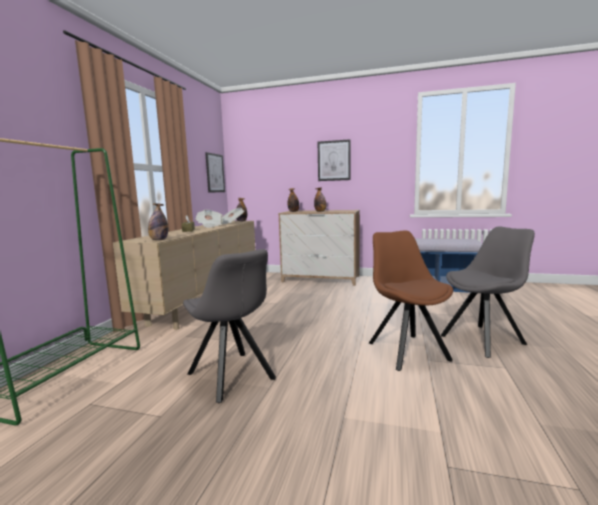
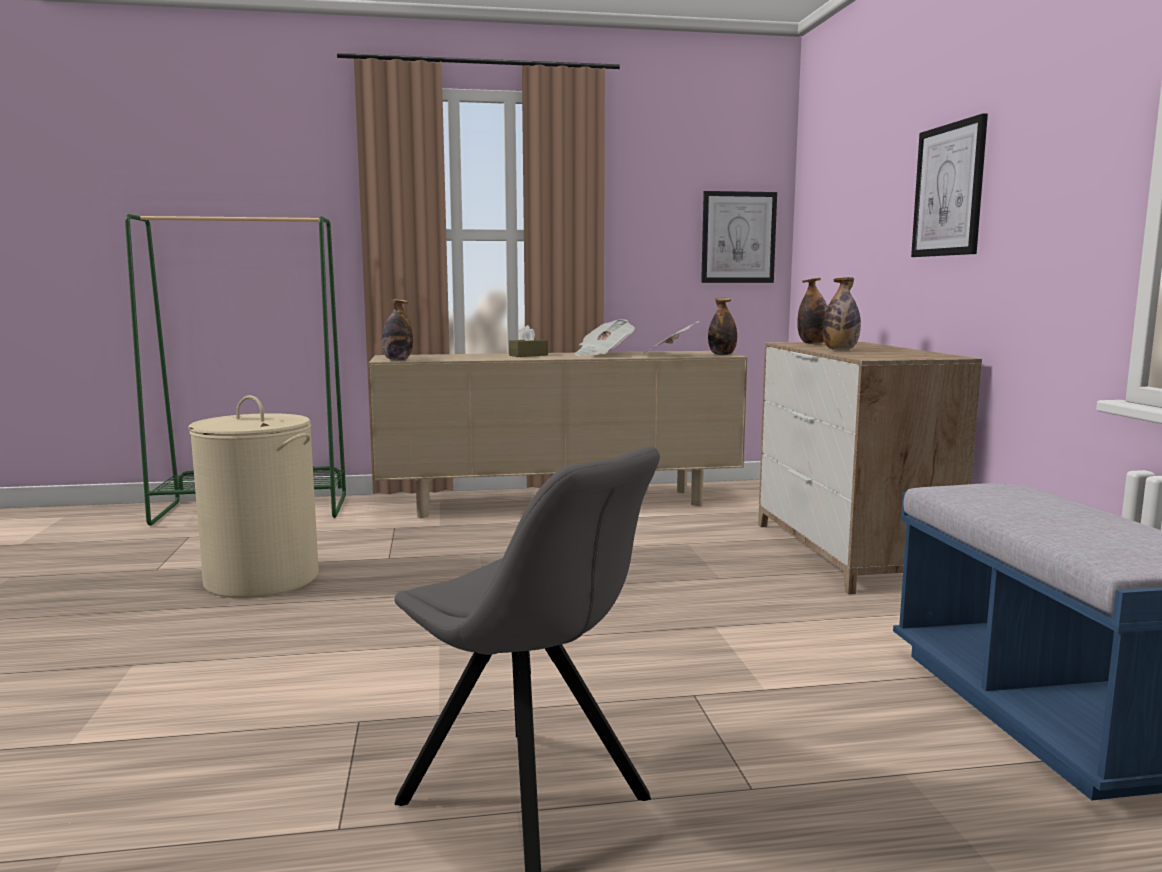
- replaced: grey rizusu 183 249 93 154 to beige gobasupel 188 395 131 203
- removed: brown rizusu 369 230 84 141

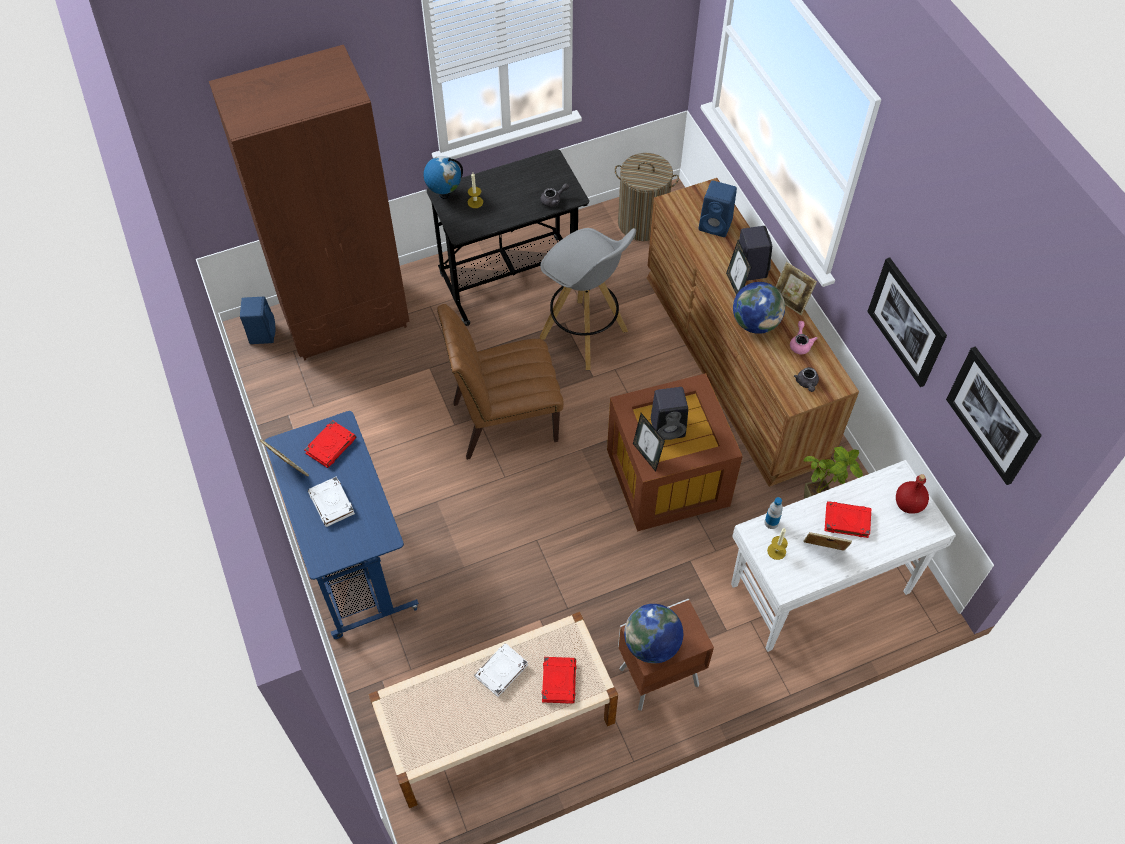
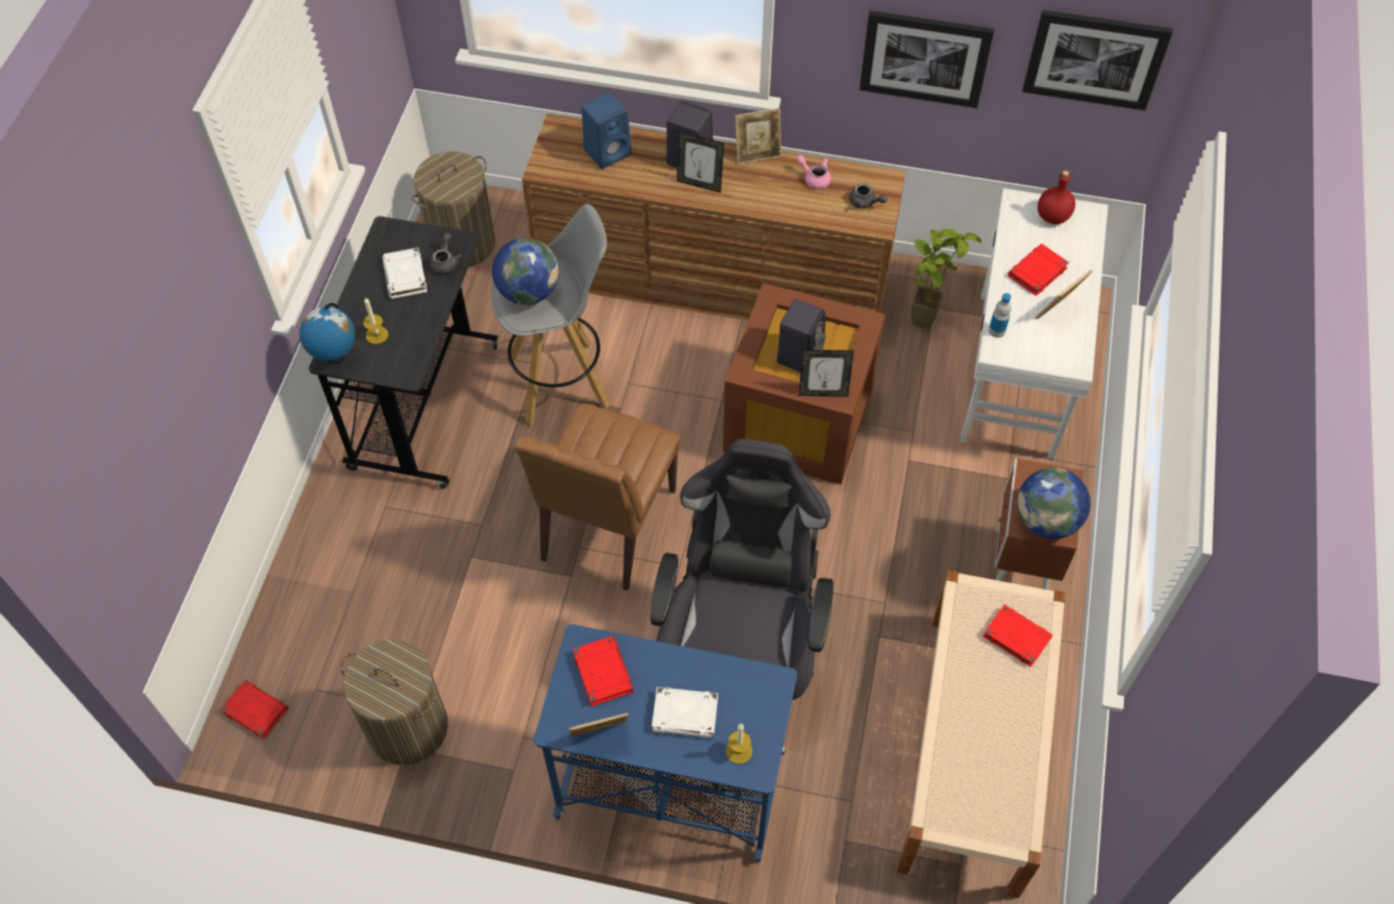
- removed: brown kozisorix 209 45 201 316
- replaced: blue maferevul 240 297 35 47 to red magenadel 220 680 68 59
- moved: white magenadel 474 643 54 54 to 382 247 45 52
- moved: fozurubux 733 282 52 52 to 492 238 67 67
- moved: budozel 767 528 21 32 to 726 724 27 40
- added: gobasupel 340 640 108 125
- added: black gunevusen 650 439 183 261

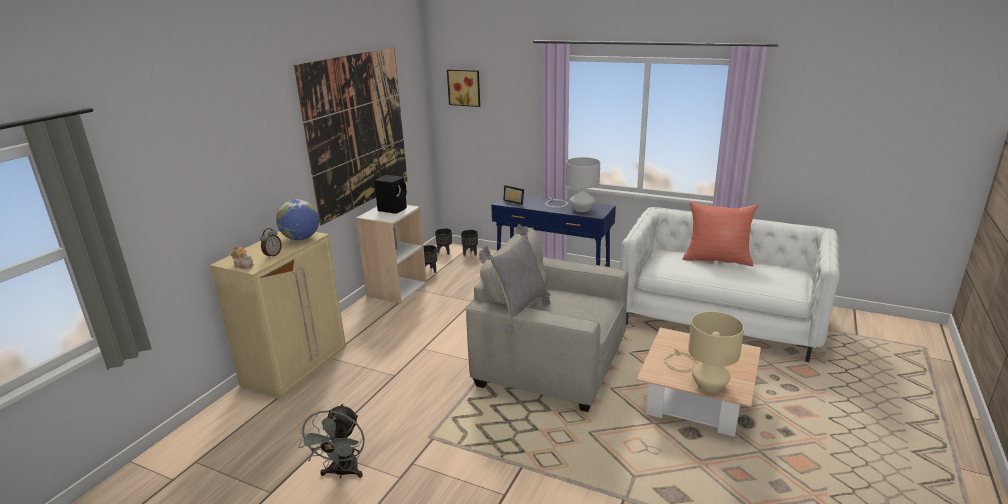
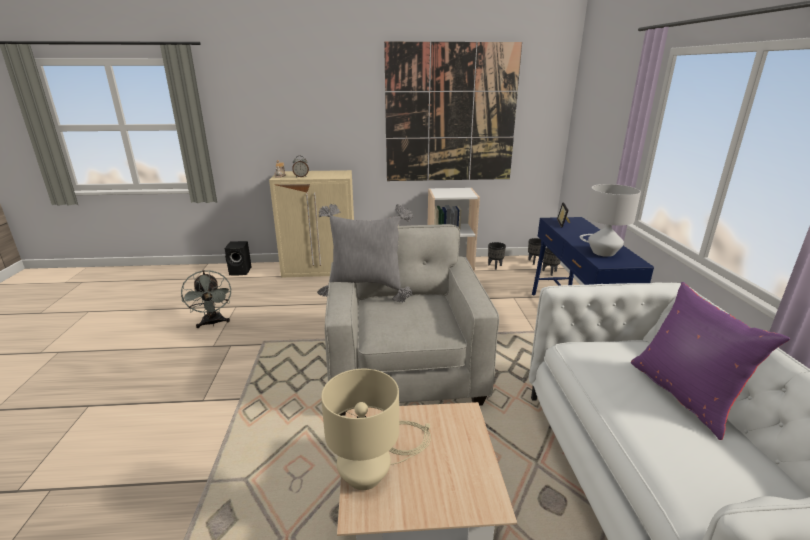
- removed: fozurubux 276 199 43 41
- turned: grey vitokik 298 403 67 76 = 181 270 50 58 90 degrees counterclockwise
- moved: black maferevul 374 175 33 39 to 224 241 28 34
- removed: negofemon 447 69 33 38
- recoloured: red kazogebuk 682 202 76 65 to purple kazogebuk 631 282 159 158

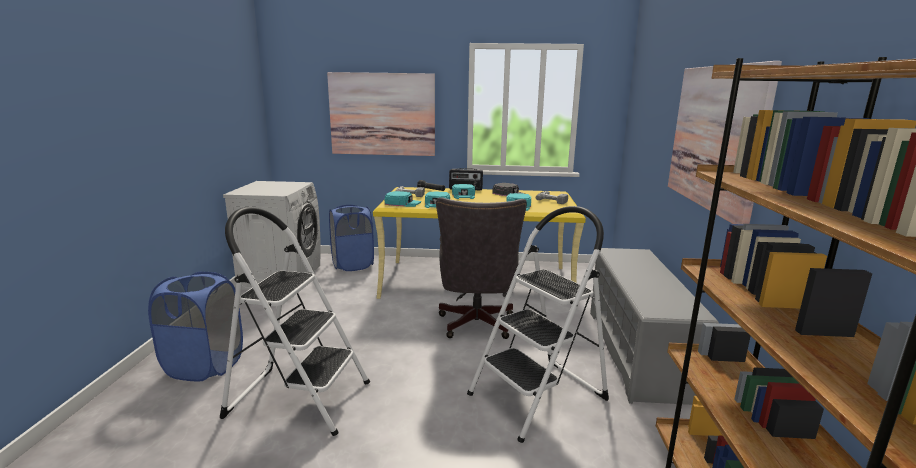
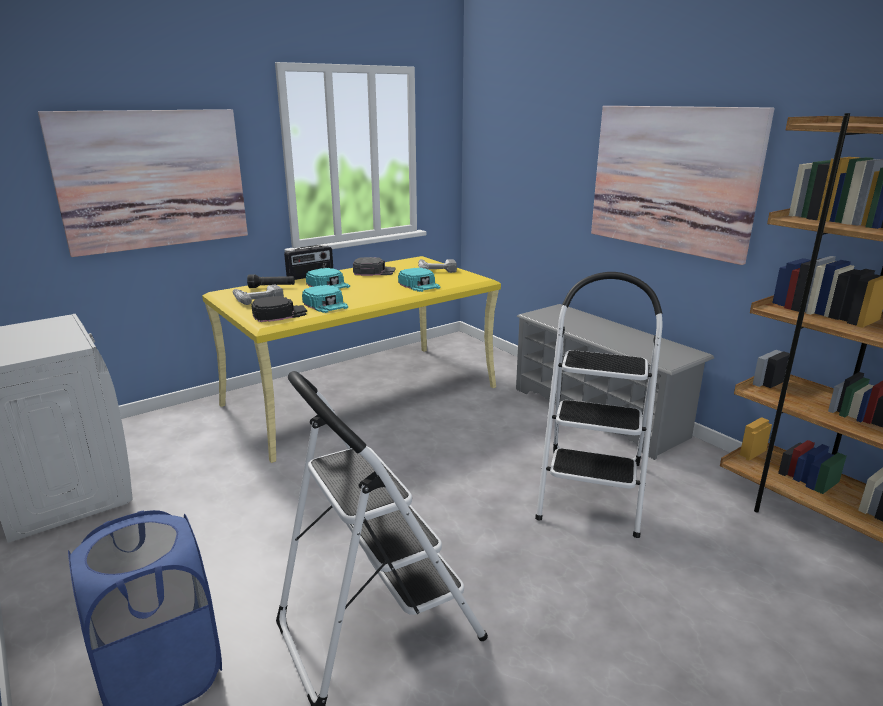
- removed: blue gobasupel 329 204 45 67
- recoloured: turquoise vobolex 385 191 36 16 to black vobolex 251 296 56 26
- removed: grey gunevusen 436 197 91 142

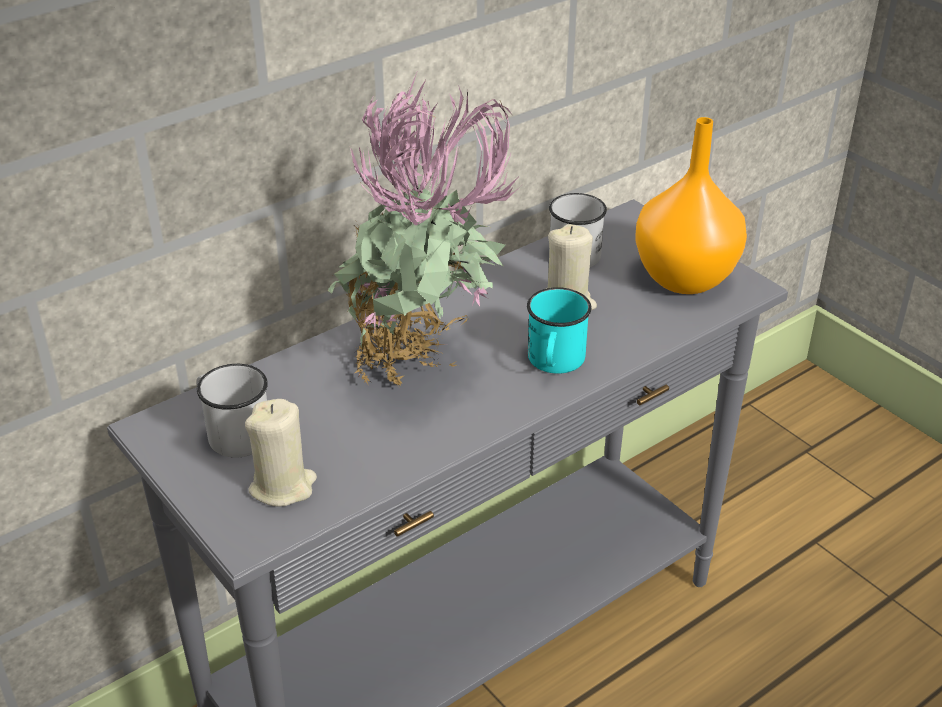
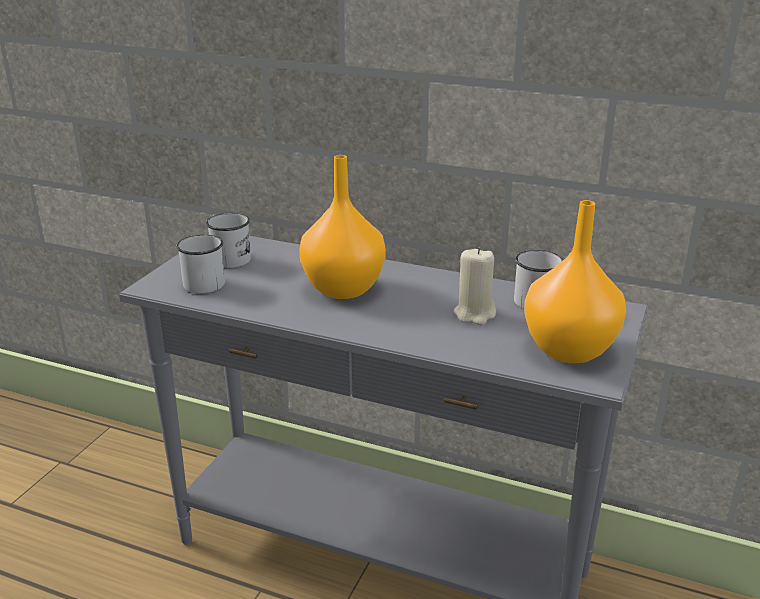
- replaced: beige budozel 245 399 72 108 to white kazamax 176 234 49 60
- replaced: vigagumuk 328 70 193 317 to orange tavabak 299 155 87 144
- removed: turquoise kazamax 527 287 65 87

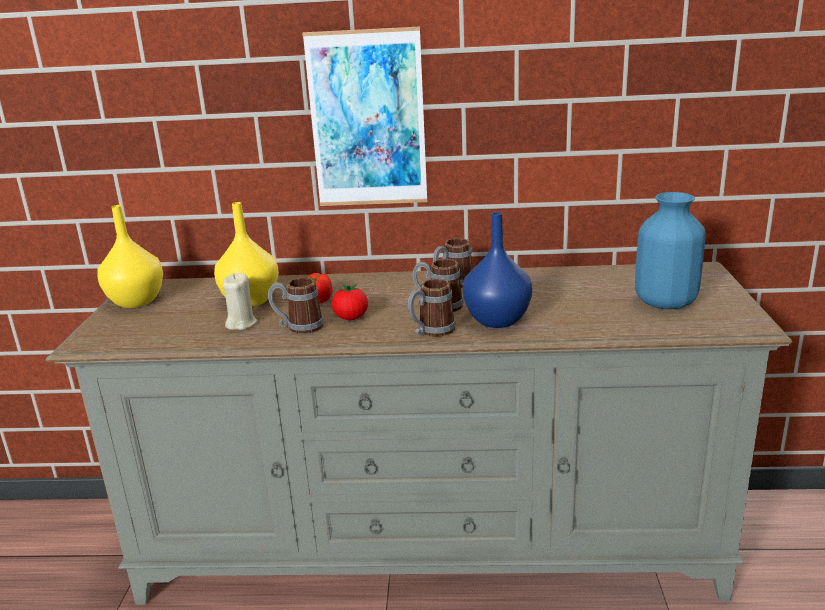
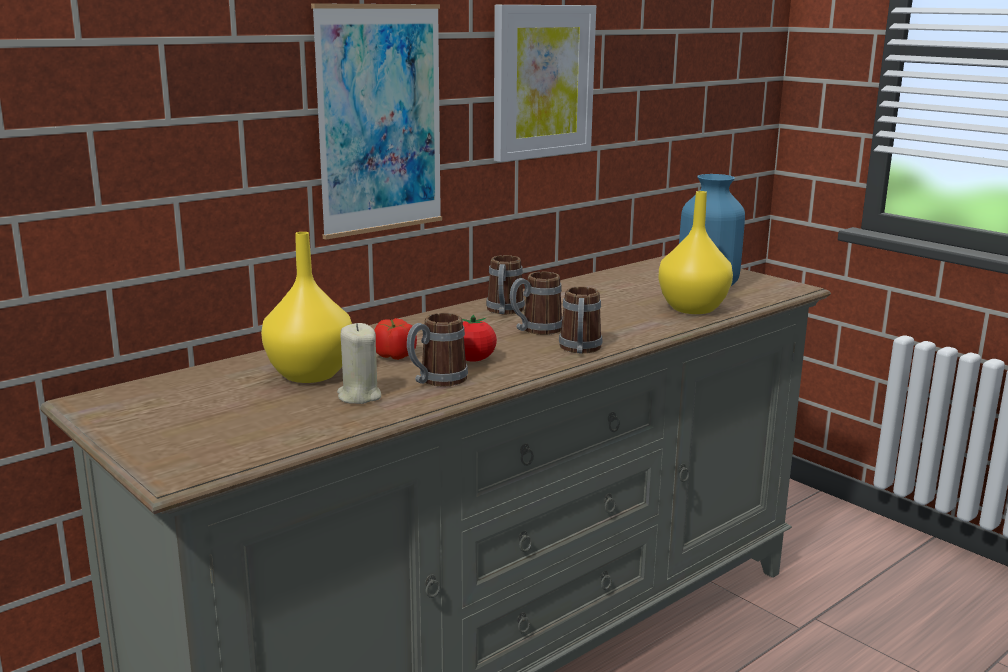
- moved: yellow tavabak 97 205 66 103 to 659 191 74 123
- removed: blue tavabak 463 212 69 116
- added: negofemon 494 5 102 157

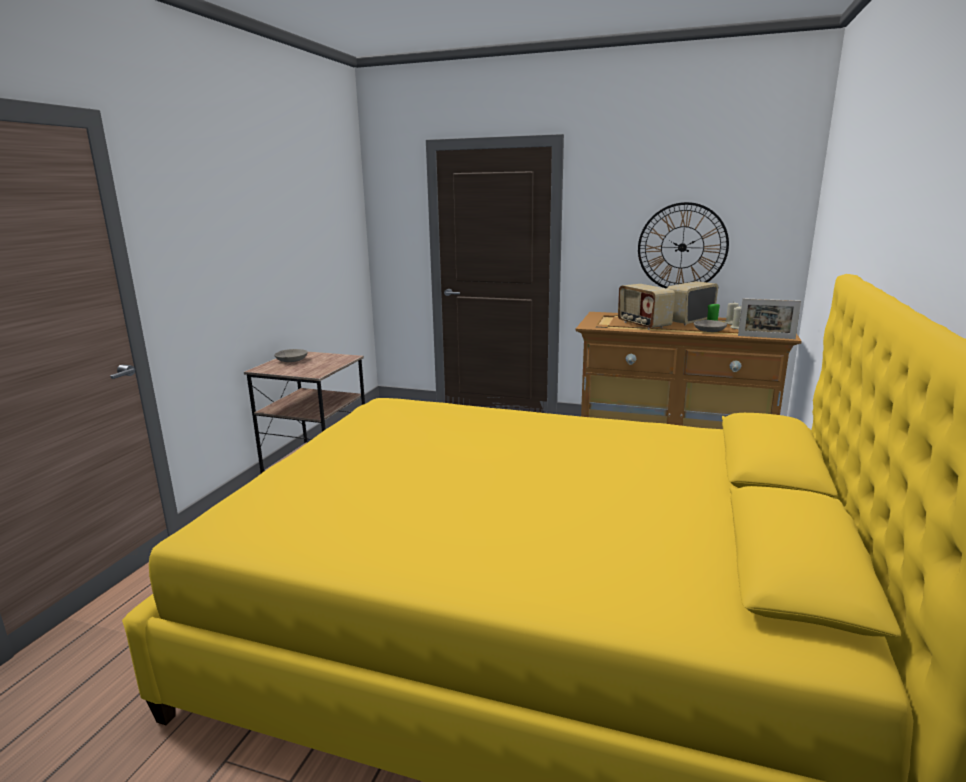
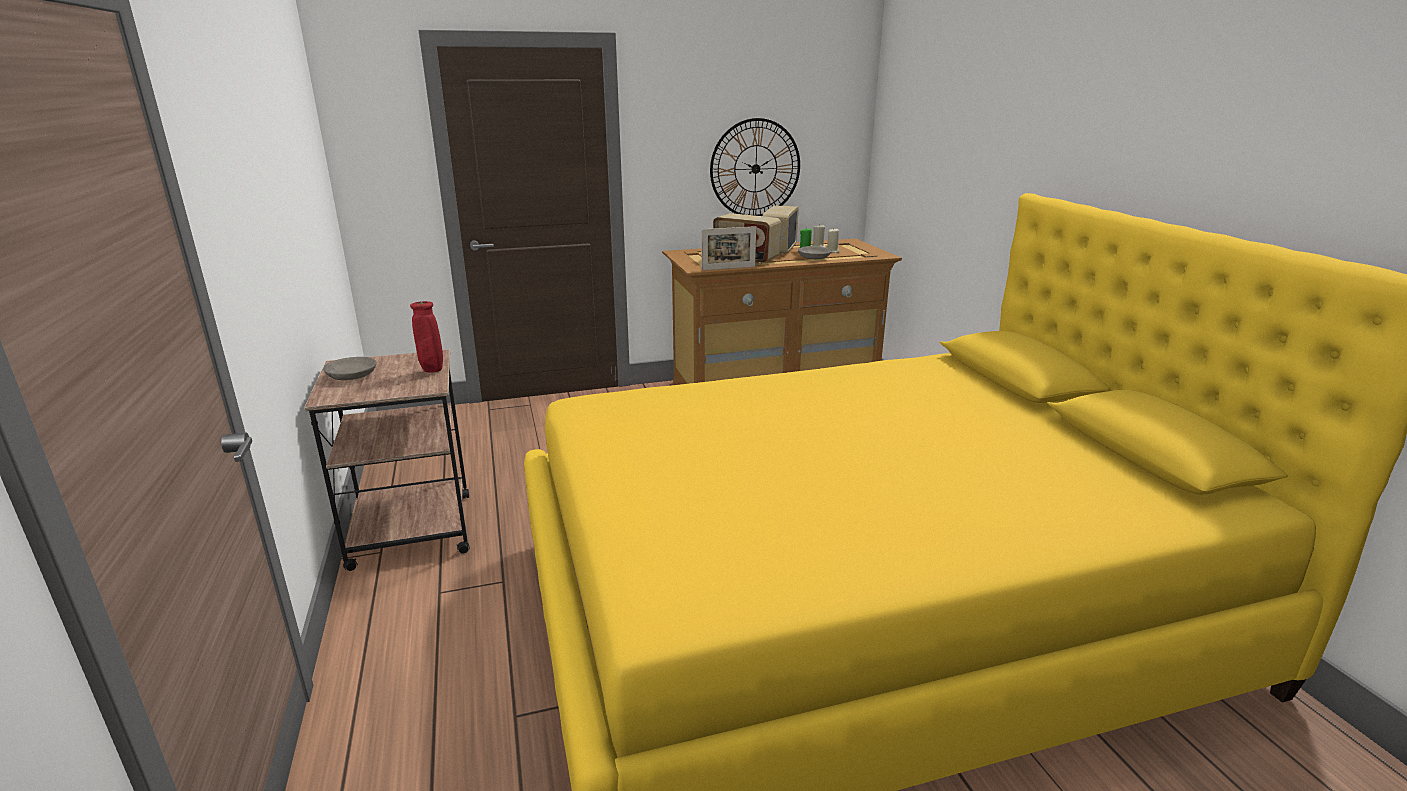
- moved: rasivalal 738 298 63 41 to 702 226 54 44
- added: red tavabak 410 301 33 72

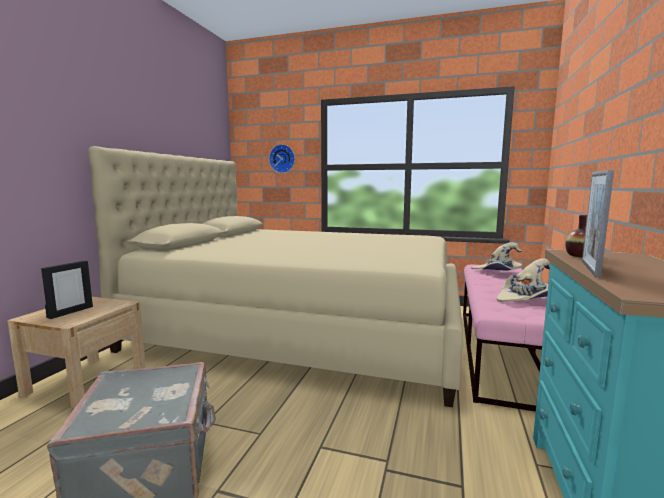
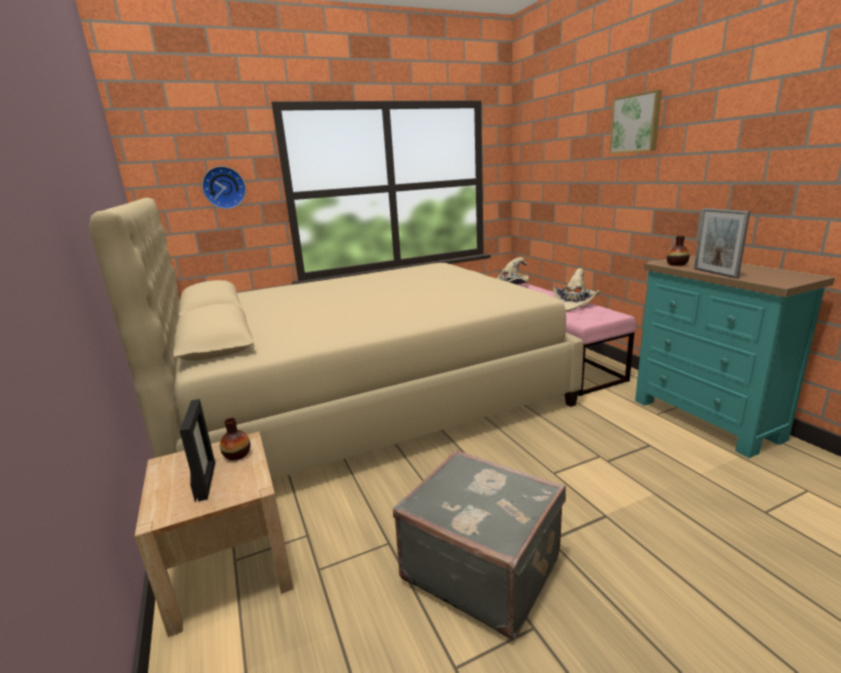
- added: tavabak 220 418 31 42
- added: negofemon 609 90 53 64

